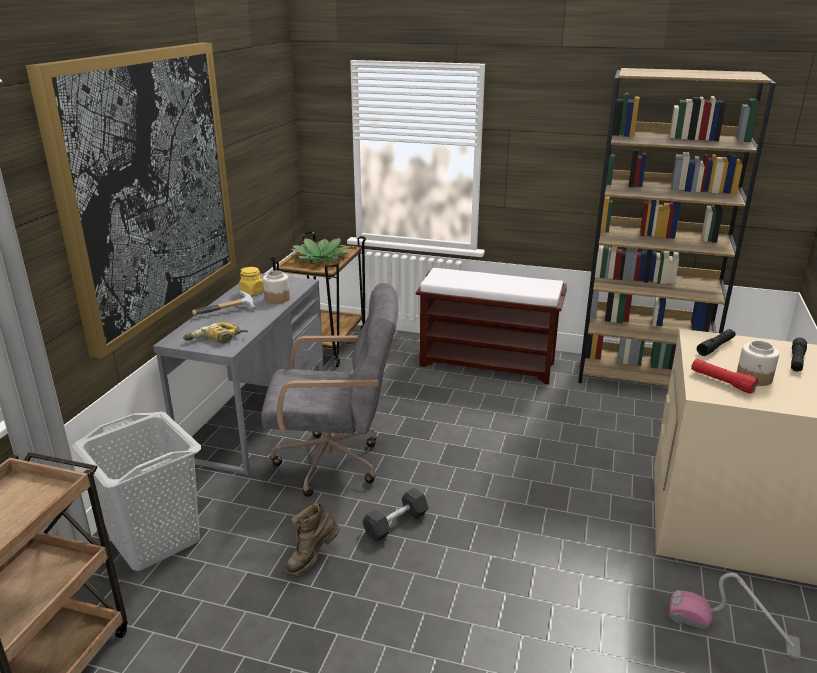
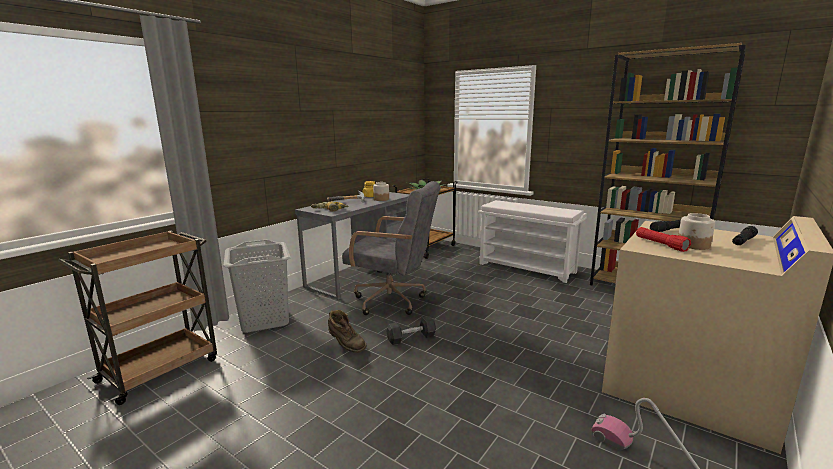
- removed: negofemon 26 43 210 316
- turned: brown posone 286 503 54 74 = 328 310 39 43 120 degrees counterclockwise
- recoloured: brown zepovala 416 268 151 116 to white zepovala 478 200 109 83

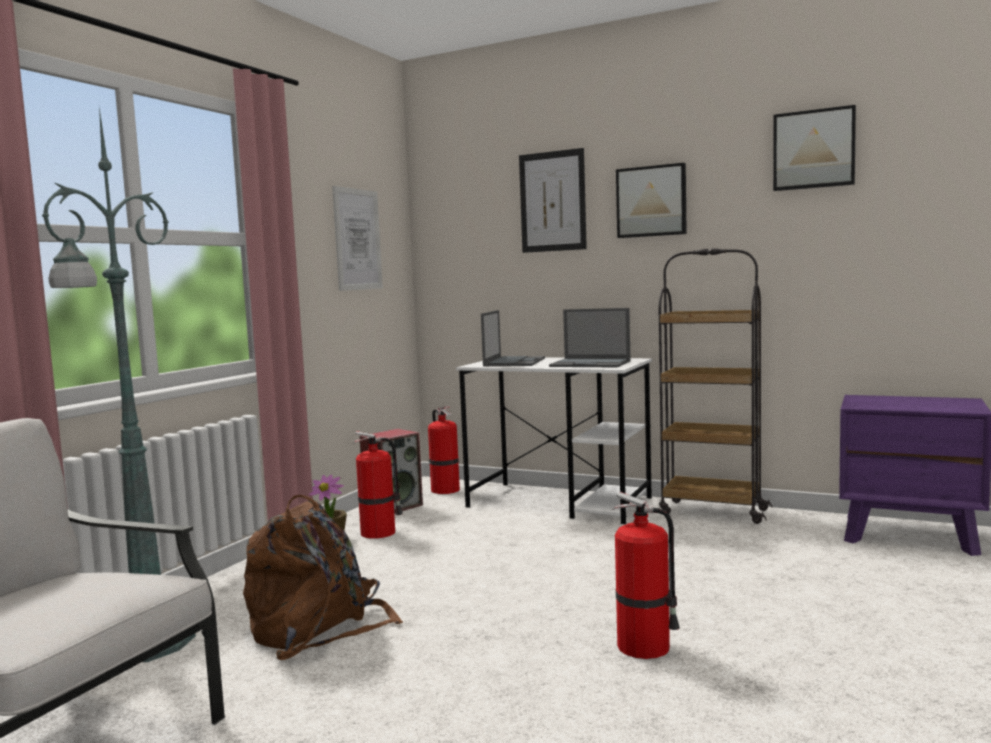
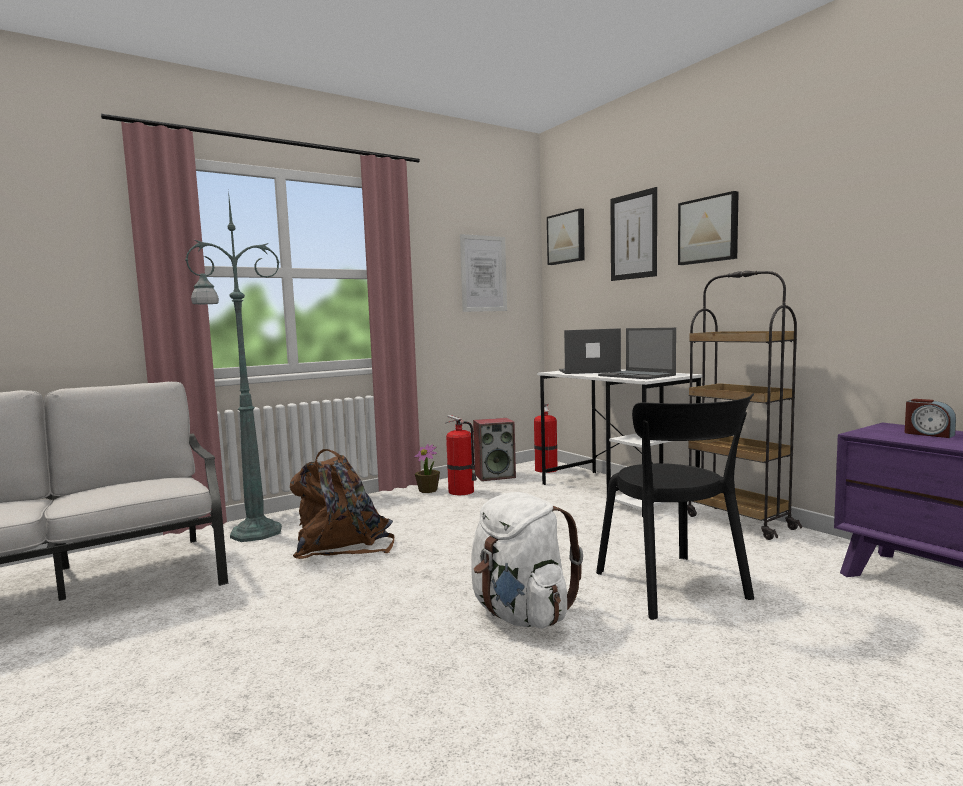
- turned: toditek 481 310 64 56 = 559 328 62 46 135 degrees counterclockwise
- replaced: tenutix 612 492 68 167 to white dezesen 471 492 112 136
- moved: negofemon 773 105 83 86 to 547 208 38 57
- added: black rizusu 596 394 158 226
- added: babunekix 905 399 51 39

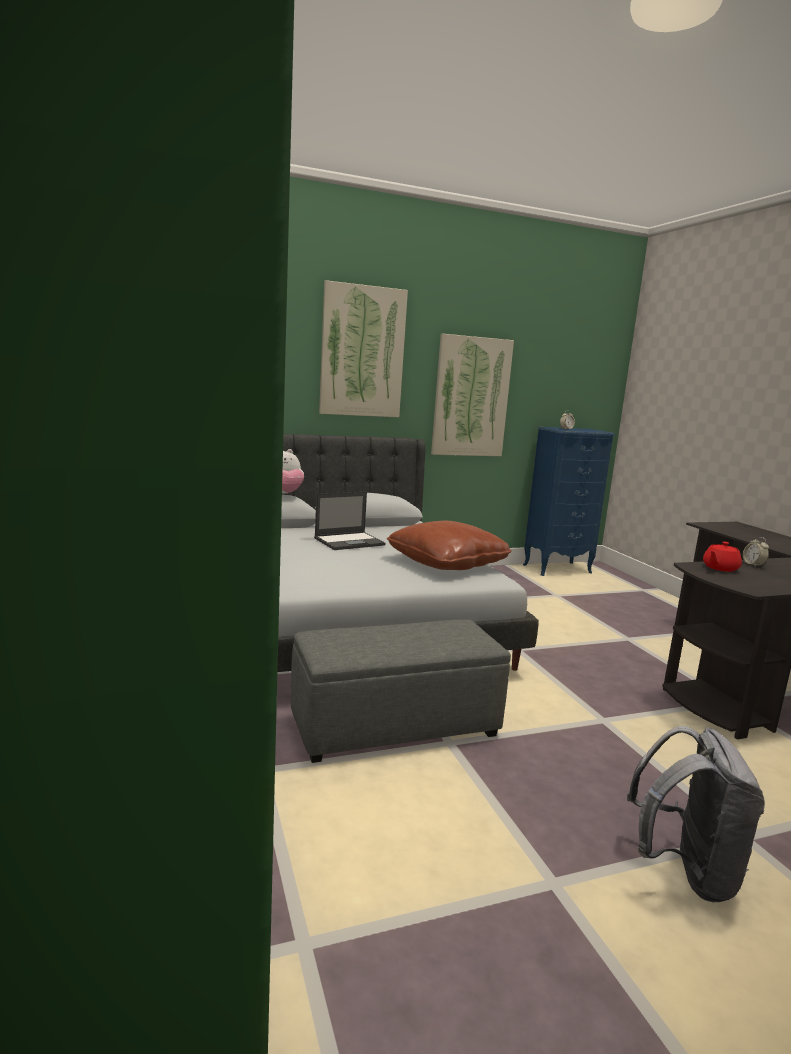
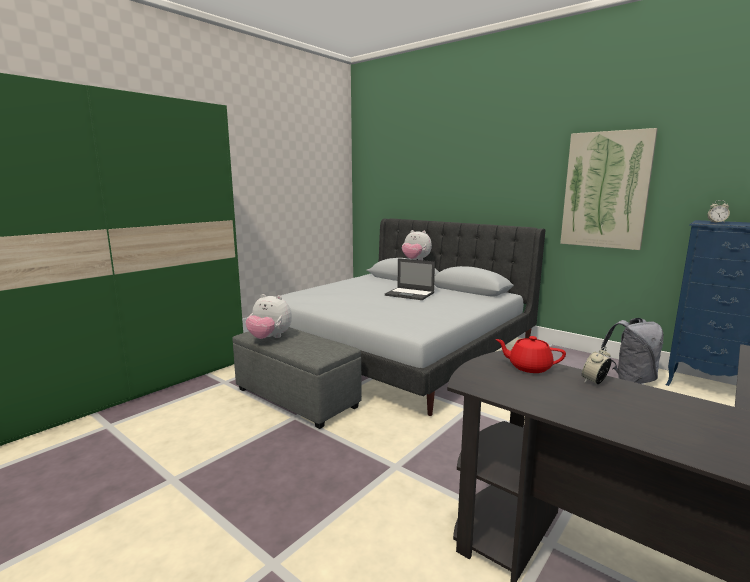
- removed: negofemon 319 280 89 137
- removed: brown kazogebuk 387 521 125 49
- moved: grey dezesen 627 726 138 176 to 600 318 63 66
- added: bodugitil 246 294 46 45

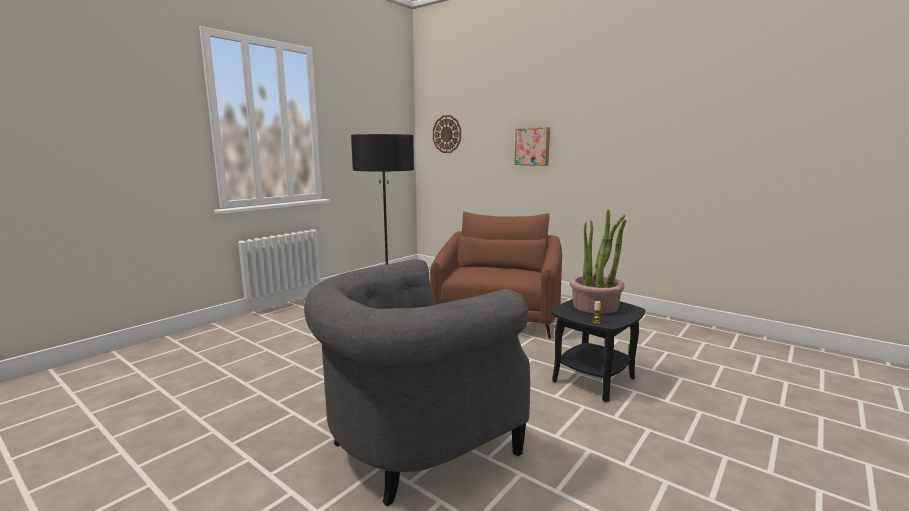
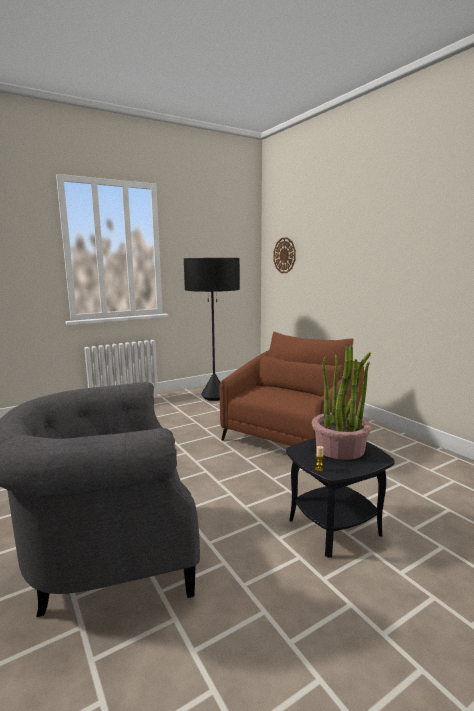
- removed: negofemon 514 127 36 39

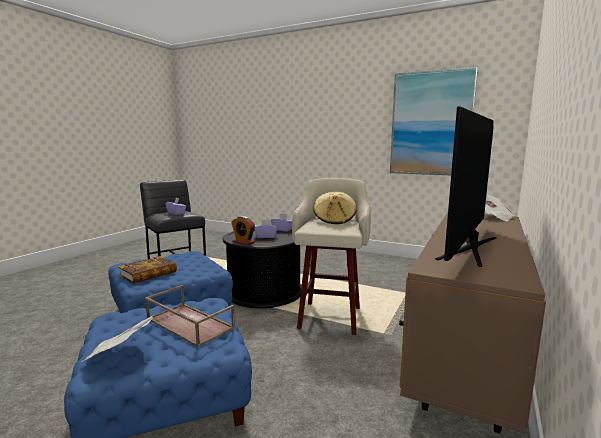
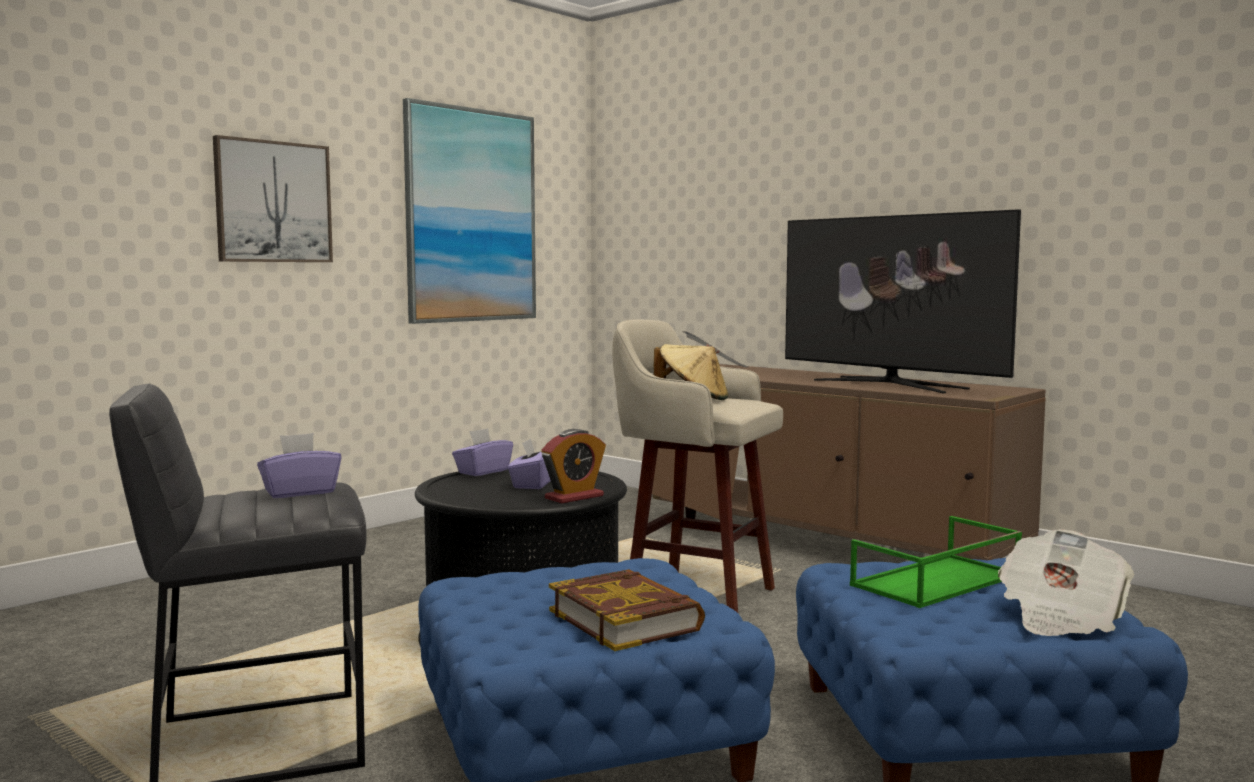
- recoloured: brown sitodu 145 285 90 63 to green sitodu 850 516 172 92
- added: negofemon 213 135 120 127

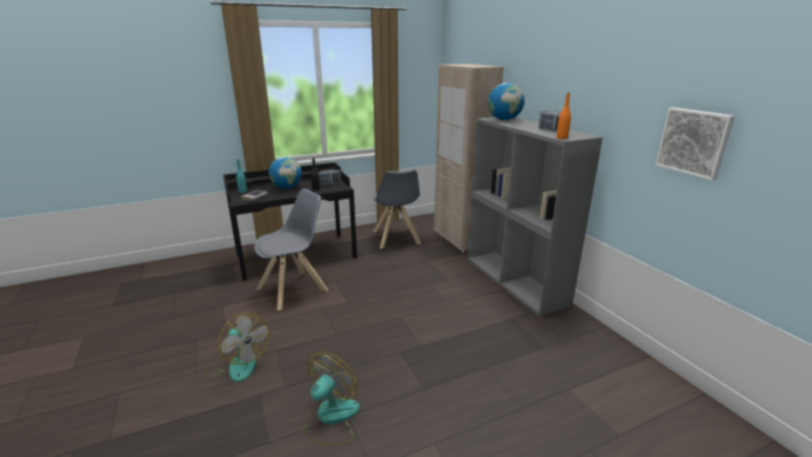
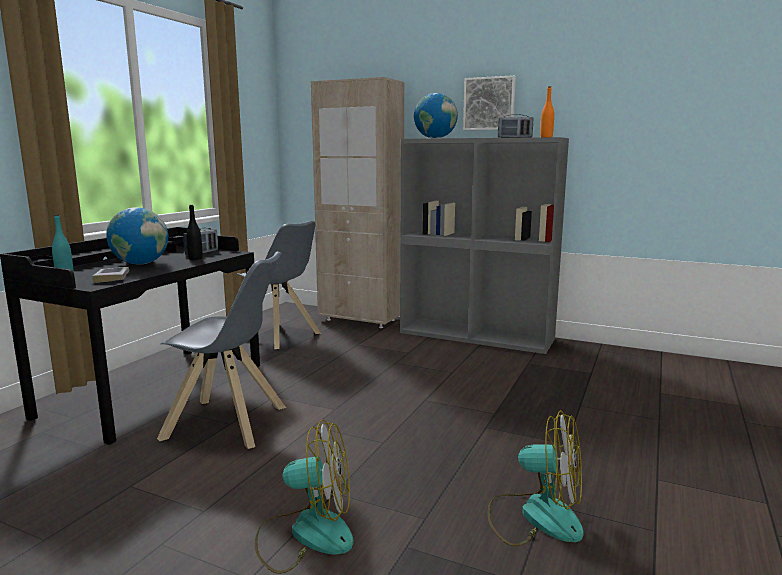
- turned: grey rizusu 254 189 74 121 = 157 251 129 198 90 degrees clockwise
- turned: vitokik 303 352 57 94 = 488 410 96 136 120 degrees clockwise
- moved: negofemon 655 107 80 73 to 463 75 53 55

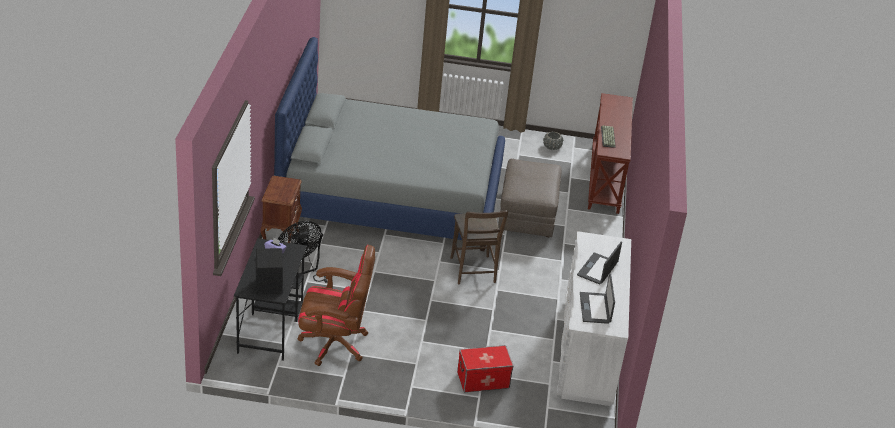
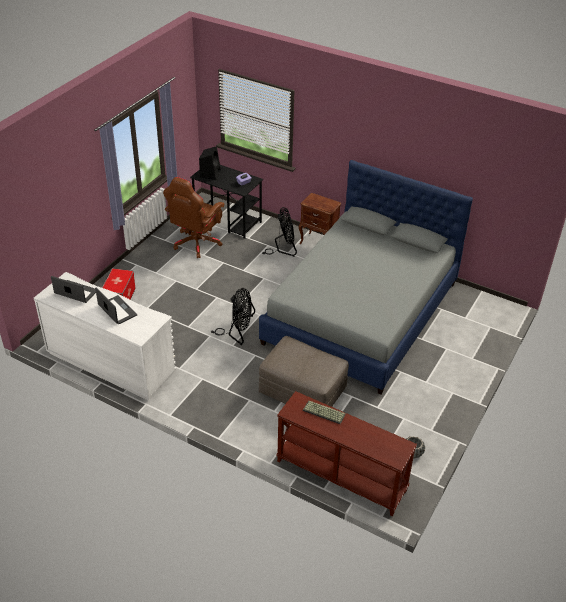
- replaced: brown rizusu 450 210 58 74 to black vitokik 210 288 45 57

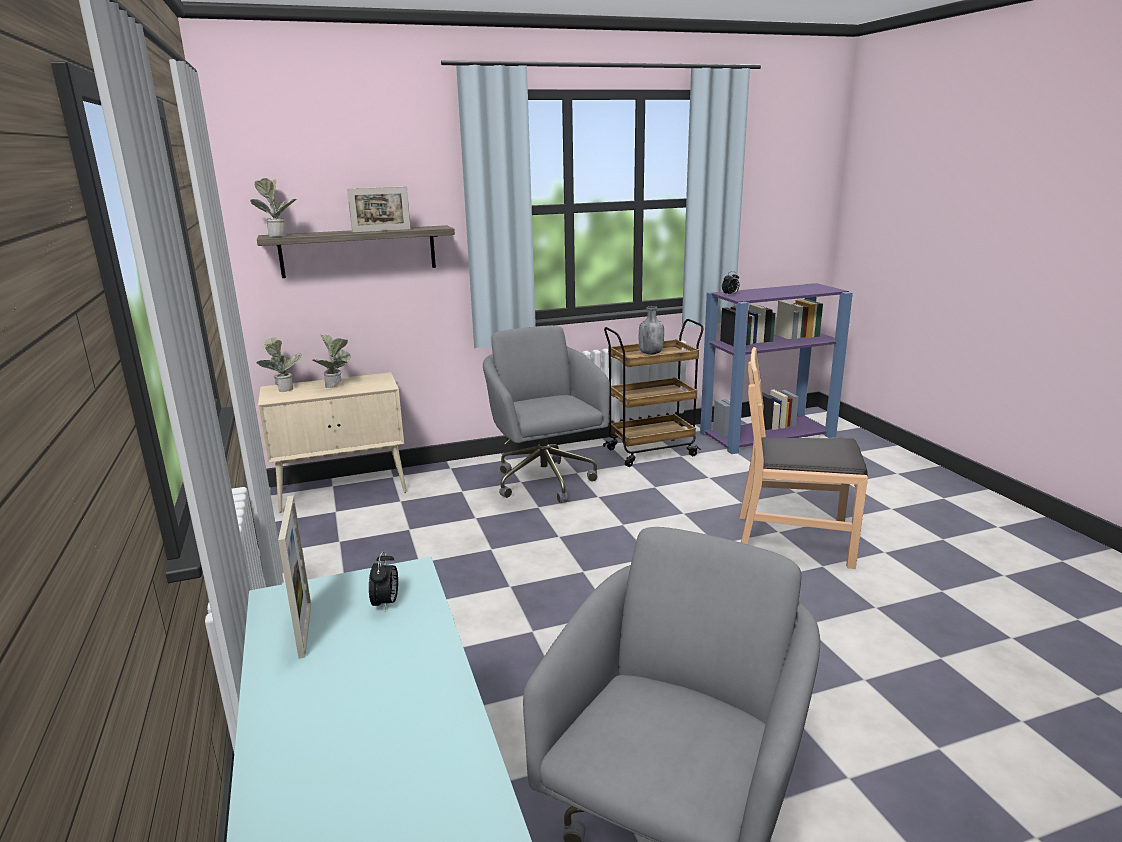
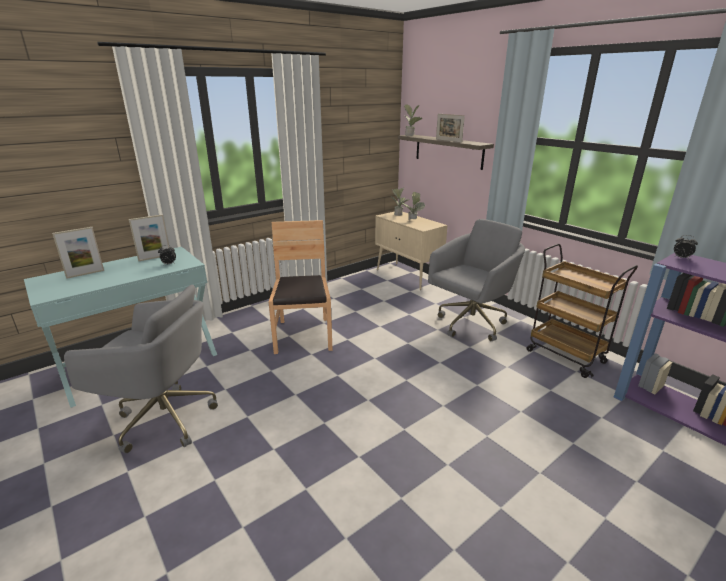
- removed: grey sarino 639 306 25 49
- moved: brown rizusu 739 347 129 222 to 269 220 64 134
- added: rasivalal 52 227 52 52

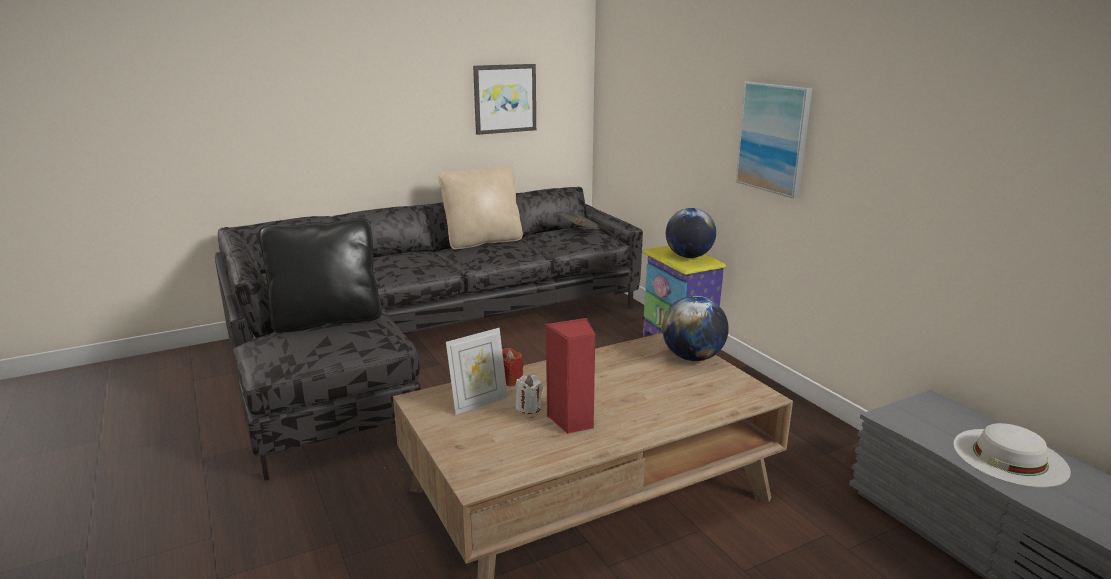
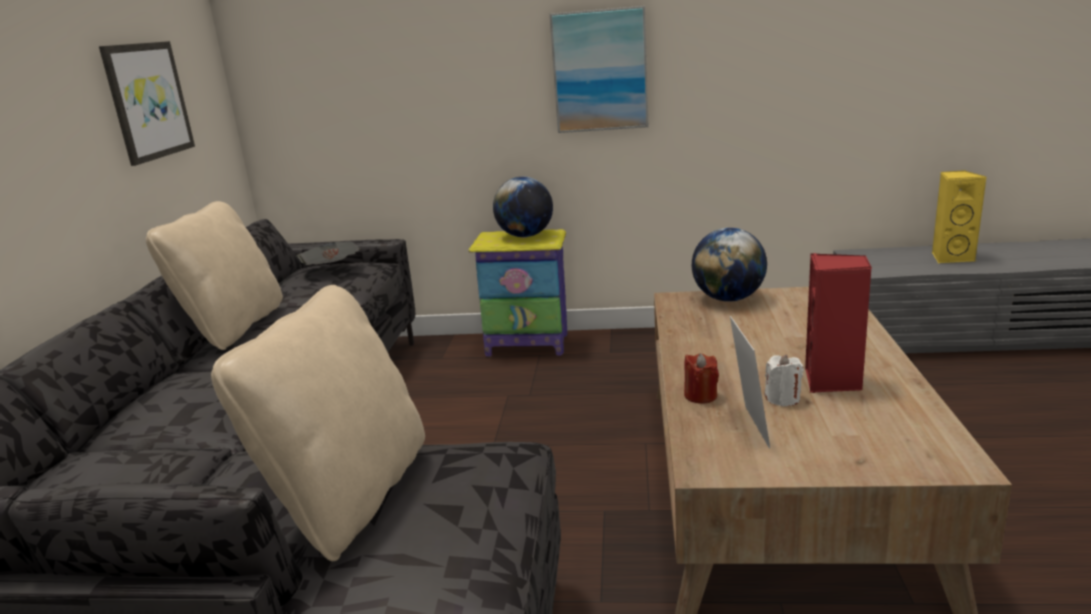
- recoloured: black kazogebuk 258 218 124 115 to beige kazogebuk 211 285 214 276
- replaced: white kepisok 953 423 118 64 to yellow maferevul 932 170 55 93

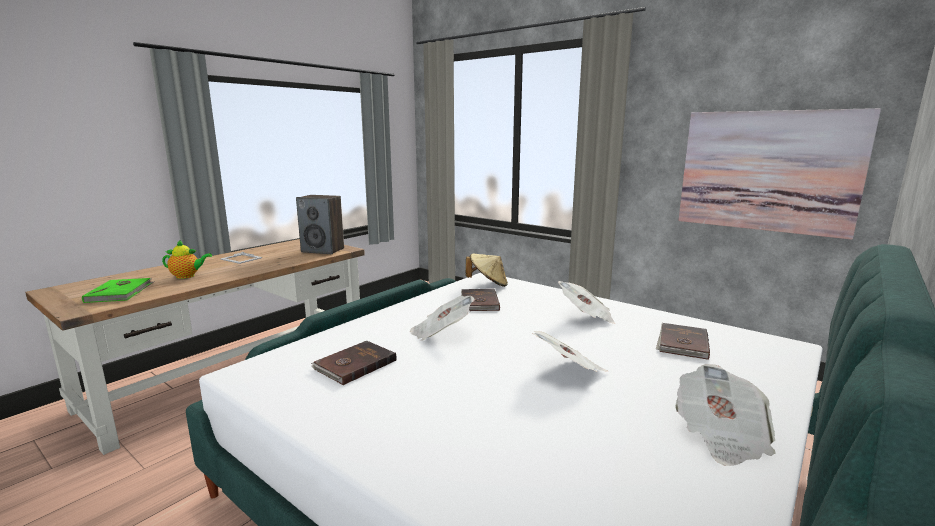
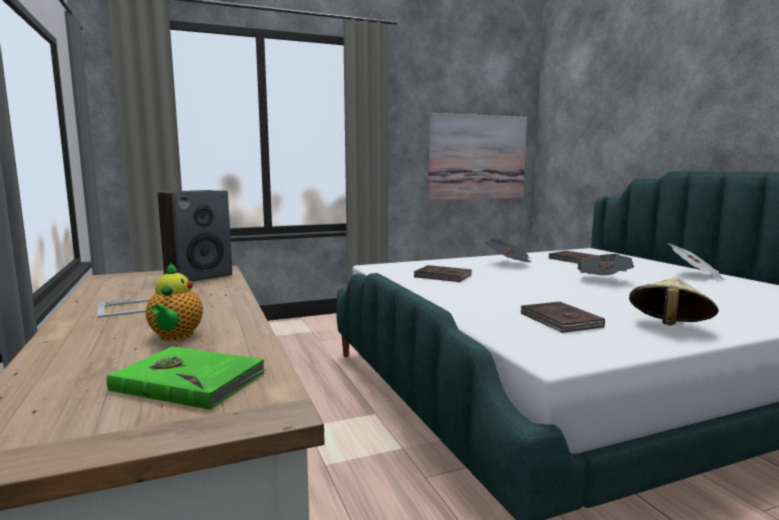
- turned: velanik 162 240 50 39 = 146 263 57 78 150 degrees clockwise
- removed: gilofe 409 296 66 45
- moved: beige kepisok 466 254 42 33 to 629 277 90 48

